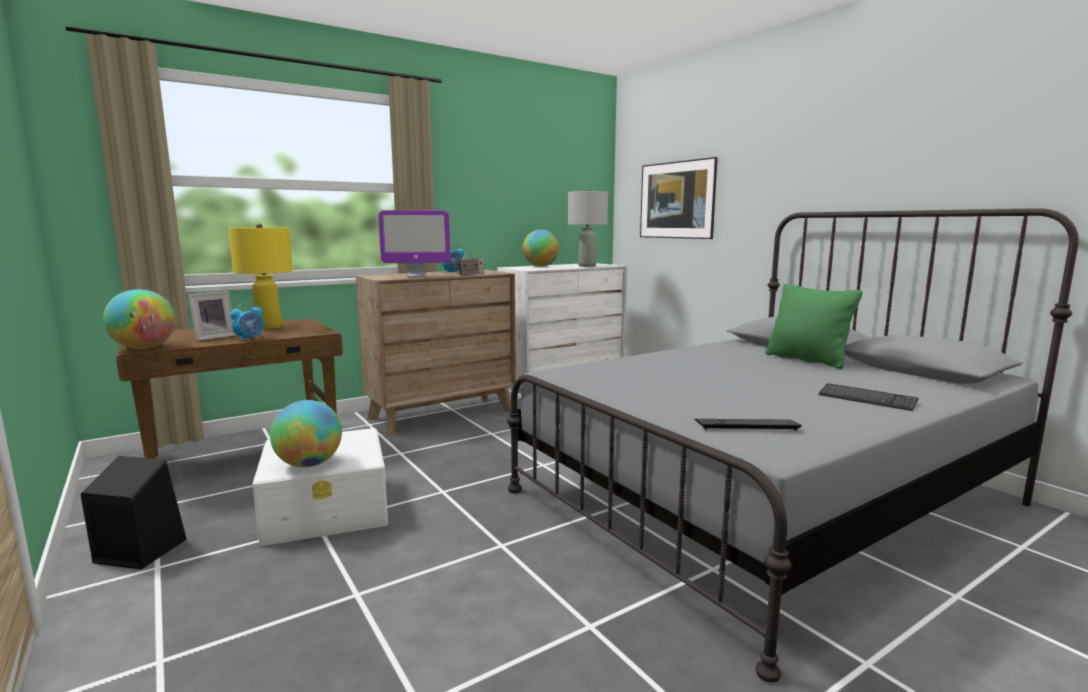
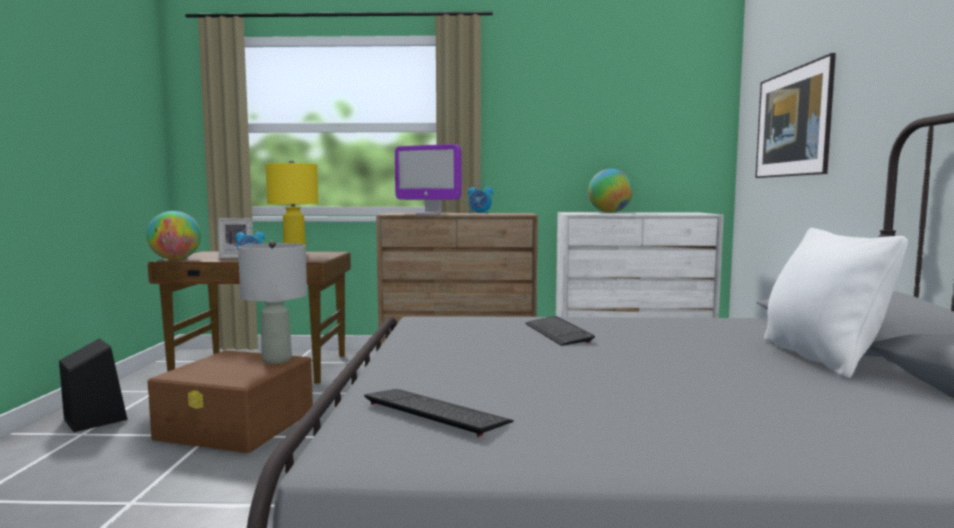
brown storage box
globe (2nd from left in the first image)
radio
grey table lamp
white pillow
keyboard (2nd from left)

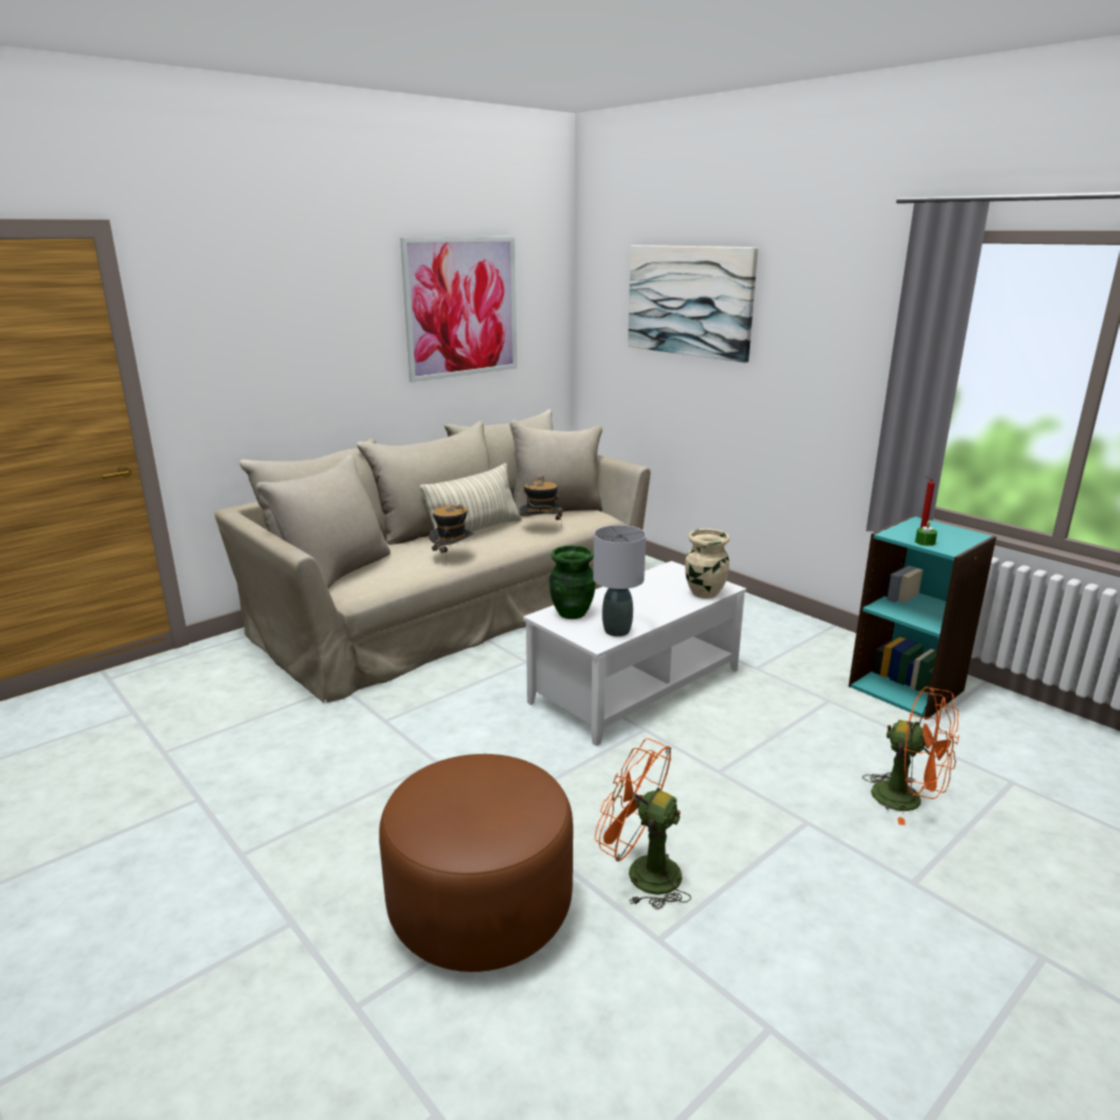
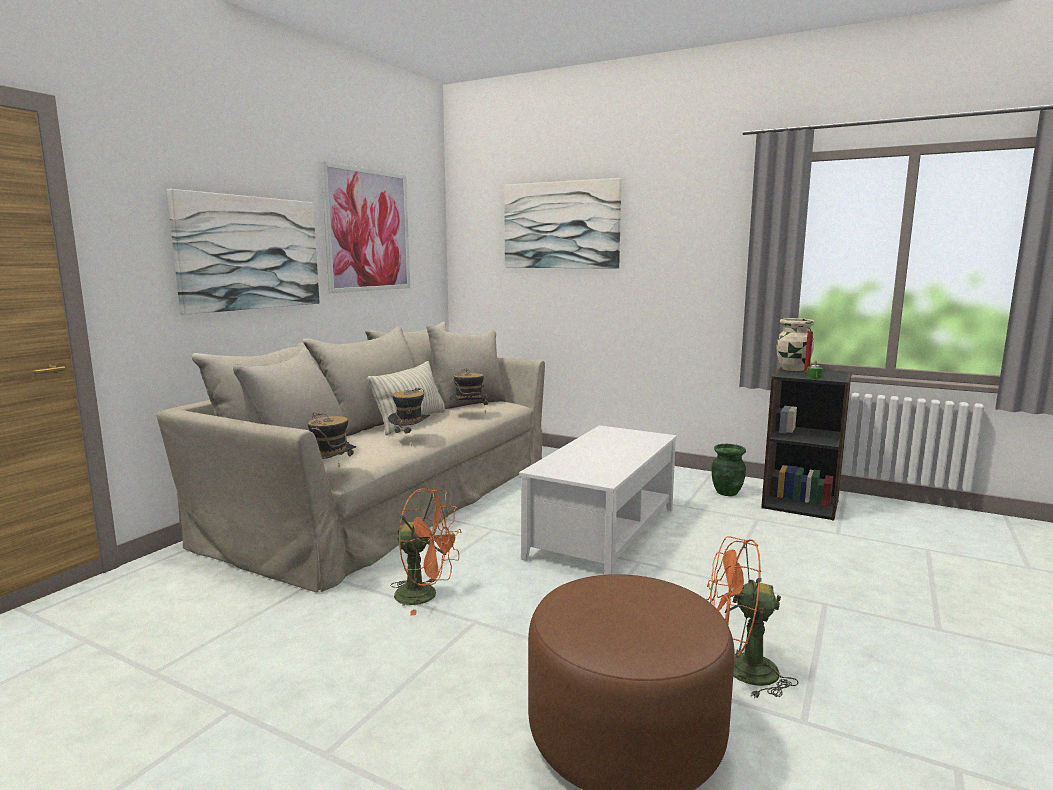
green vase
grey table lamp
beige vase
black bookcase
orange fan (1st from left)
picture (1st from left)
hat (1st from left)

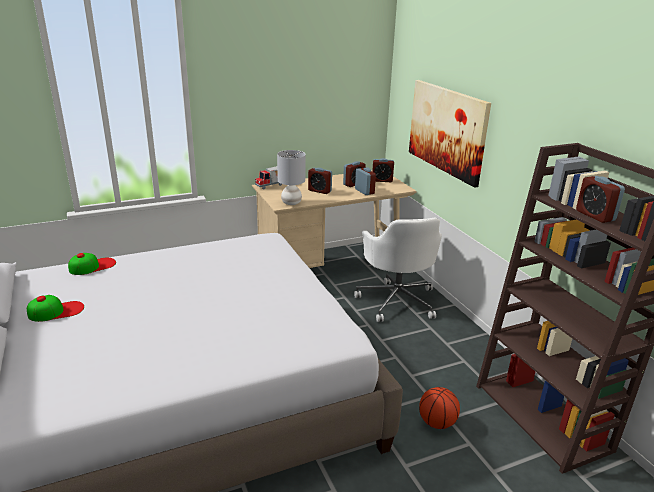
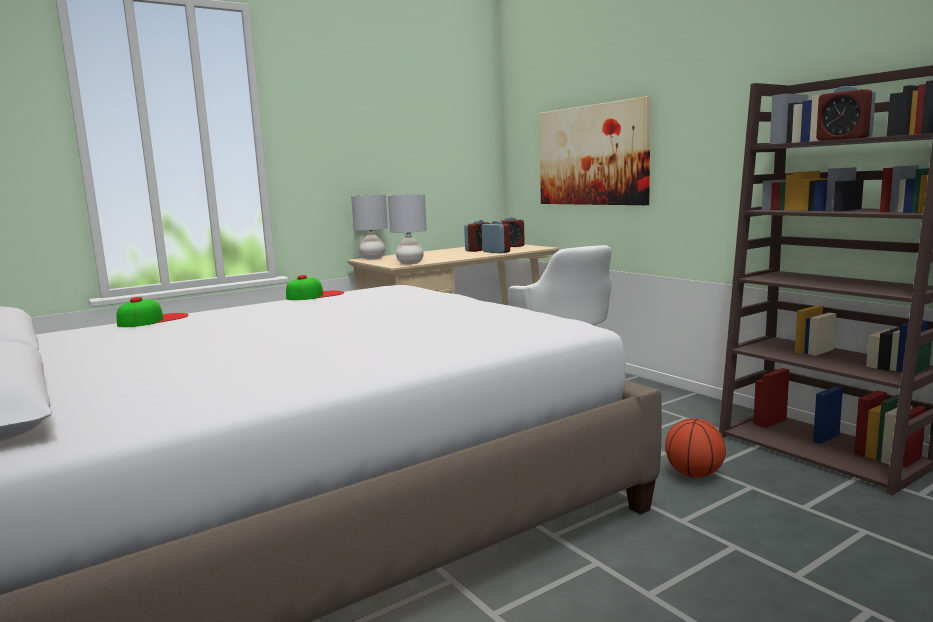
cap (2nd from left)
grey table lamp (1st from left)
alarm clock (1st from left in the first image)

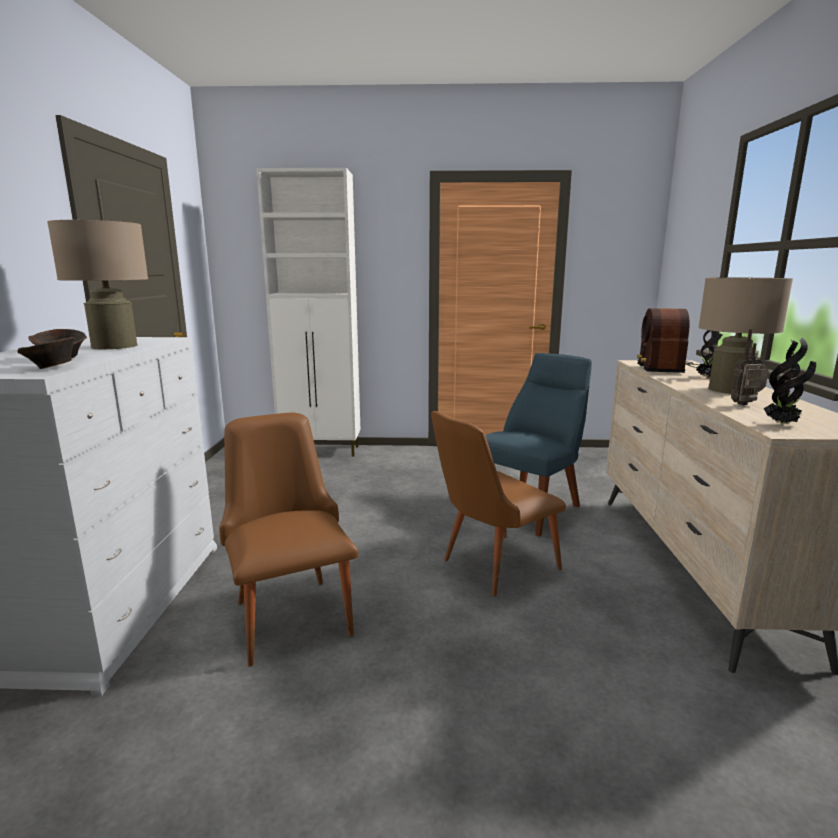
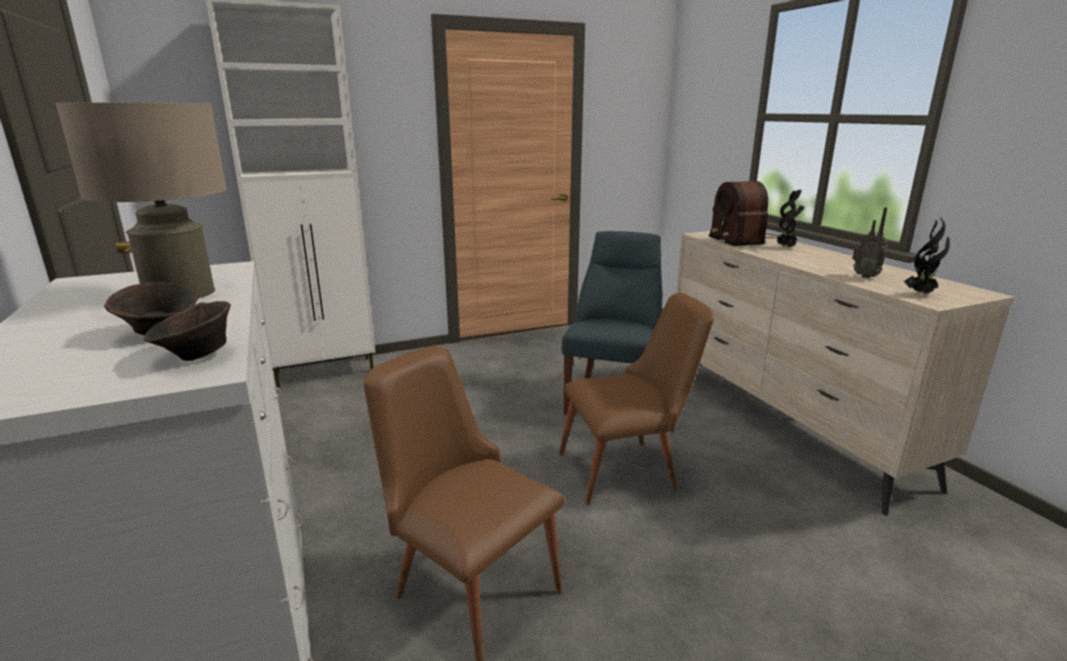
brown chair (2nd from left)
beige table lamp (2nd from left in the first image)
radio (2nd from left)

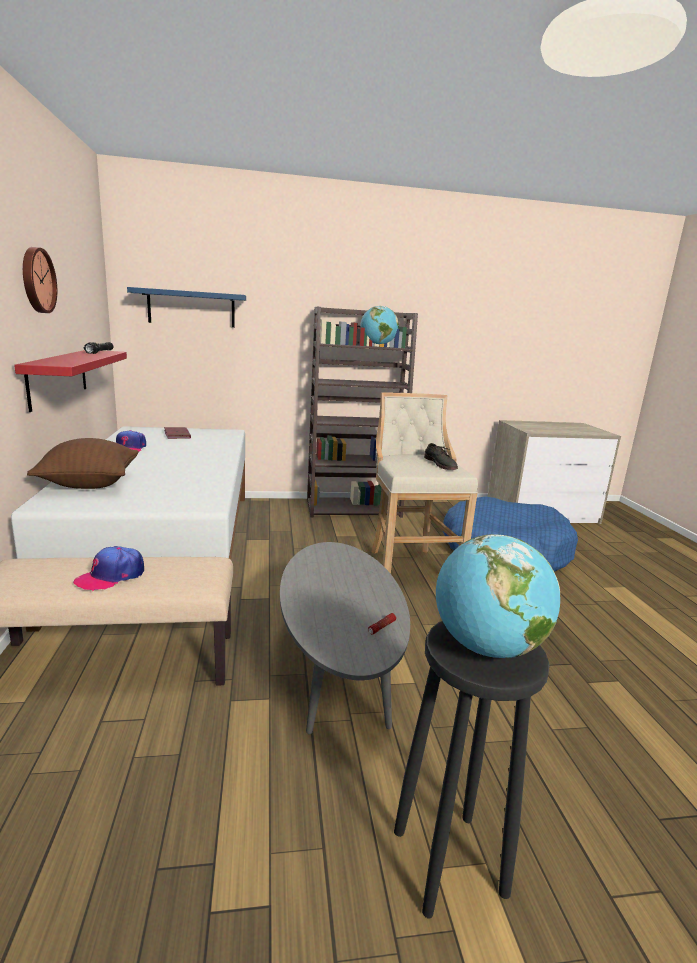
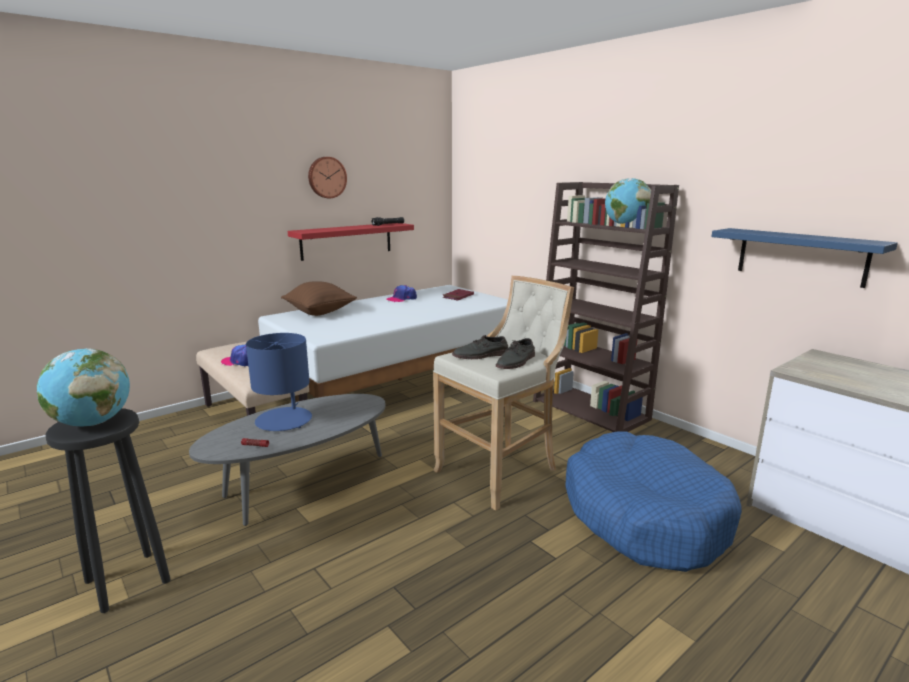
blue shelf
blue table lamp
grey shoe (1st from left)

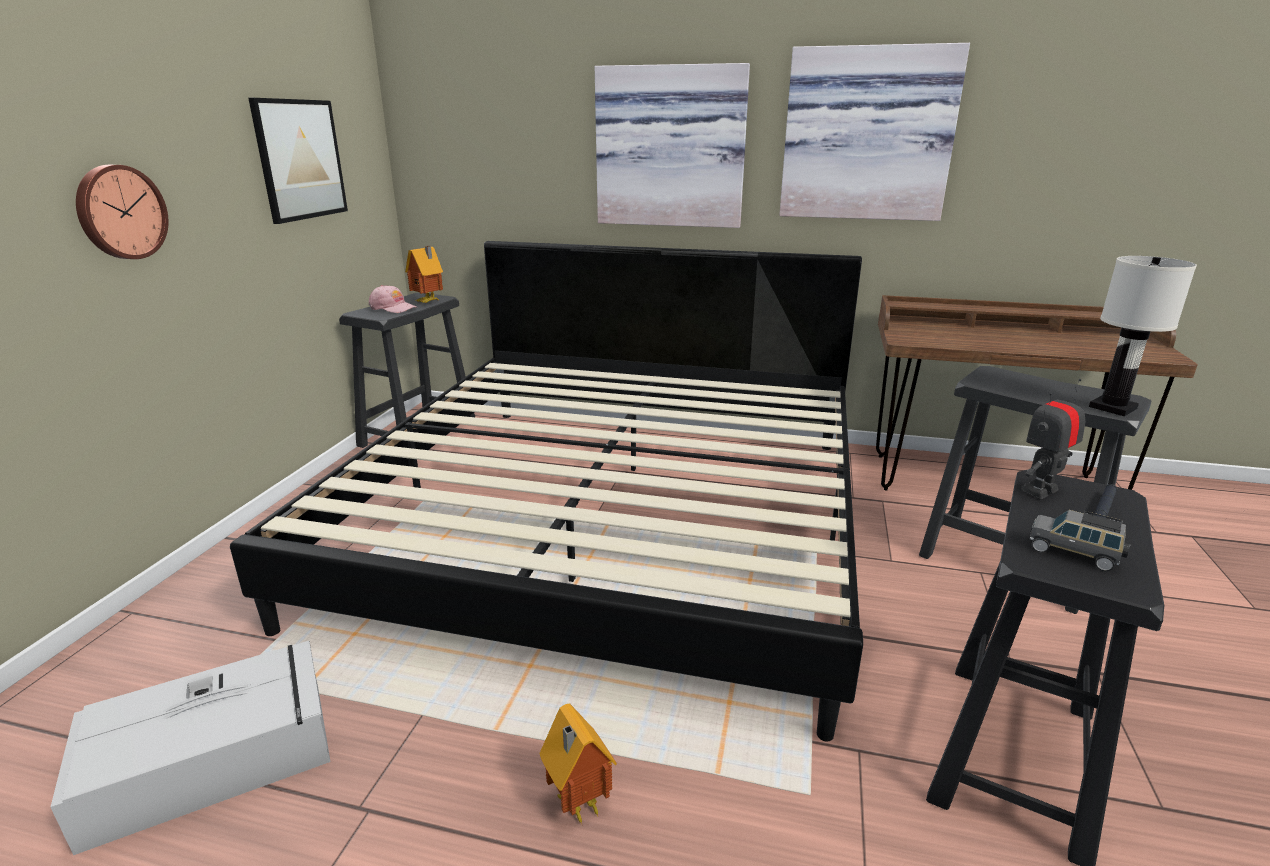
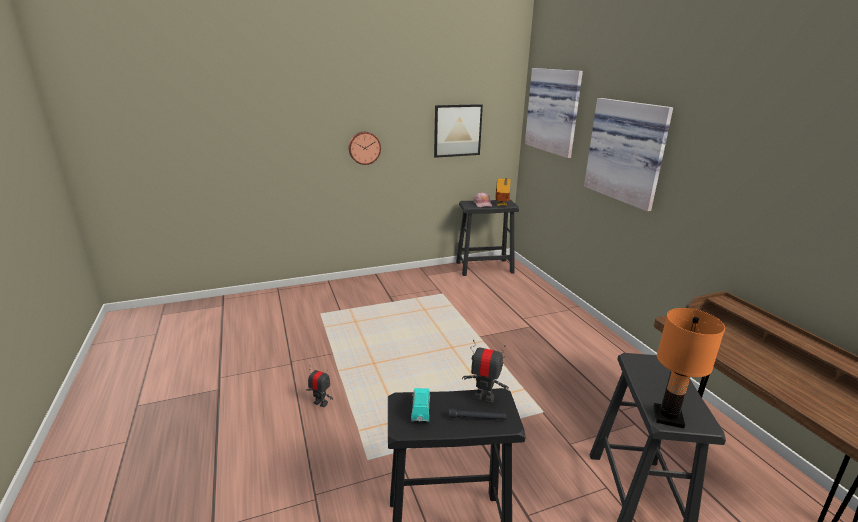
grey storage box
bed
toy robot (1st from left)
picture (2nd from left)
turquoise toy car
orange table lamp

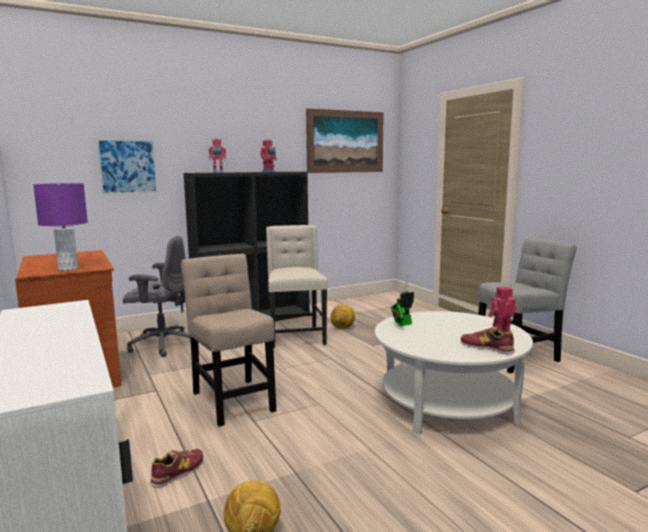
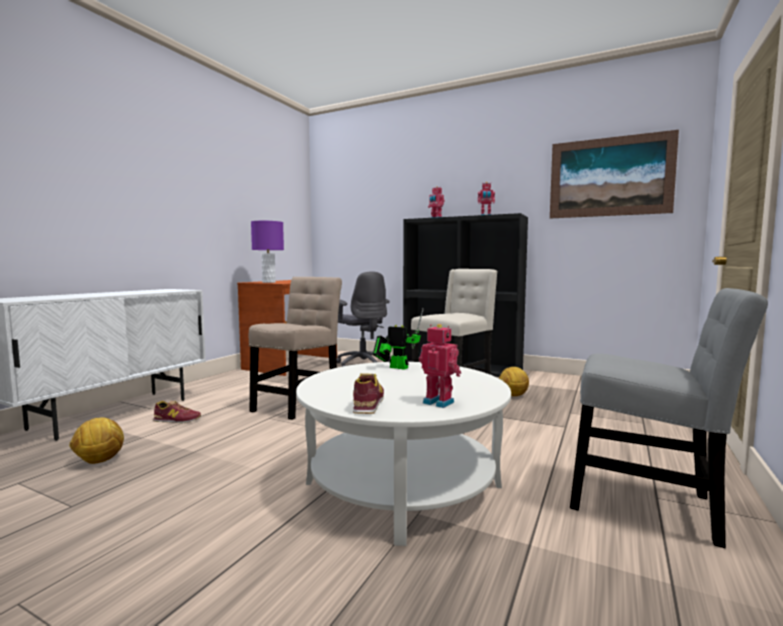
picture (1st from left in the first image)

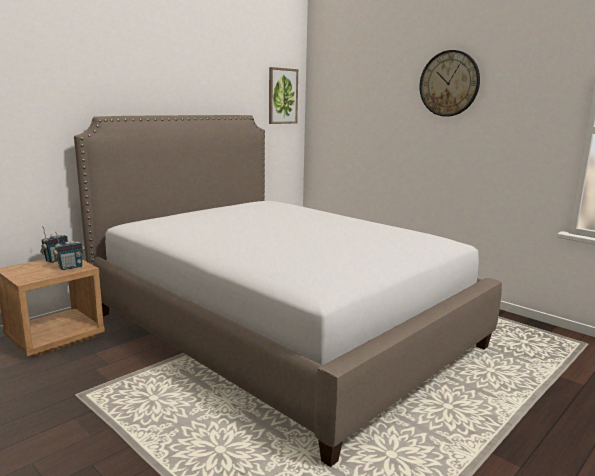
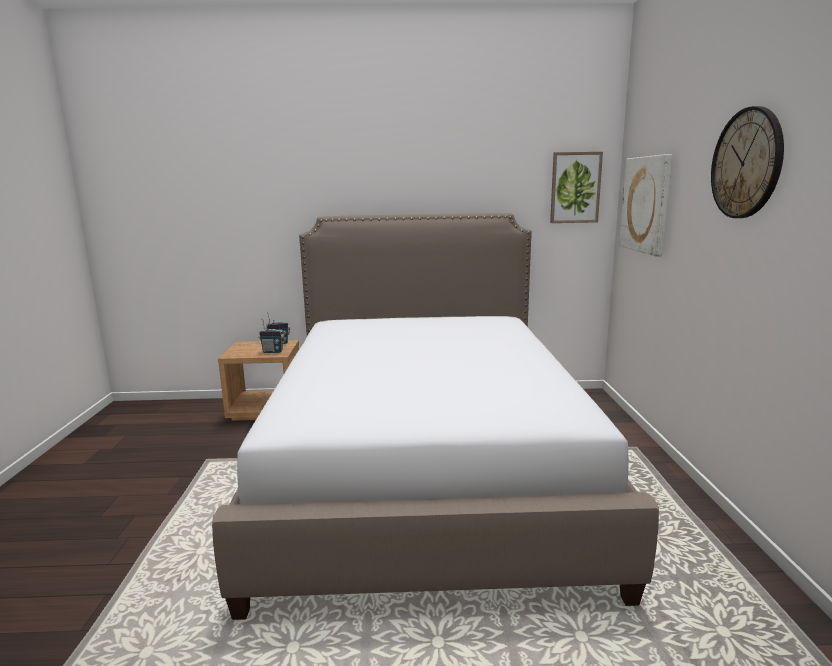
picture (2nd from left)

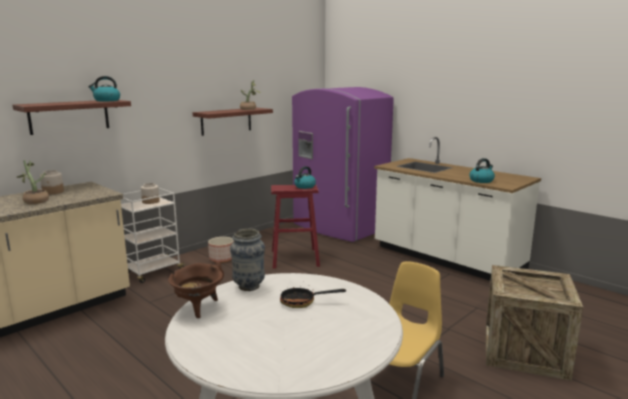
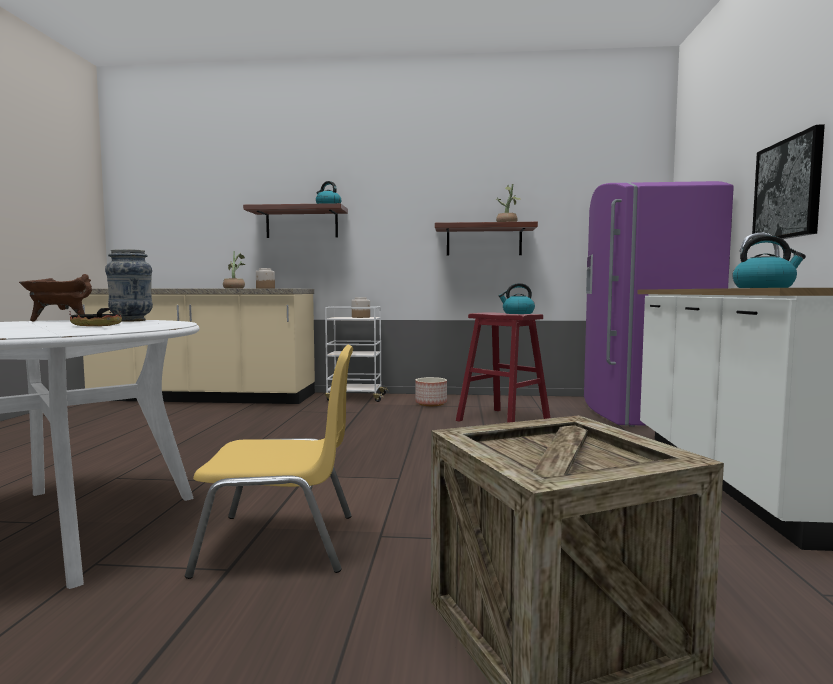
picture

